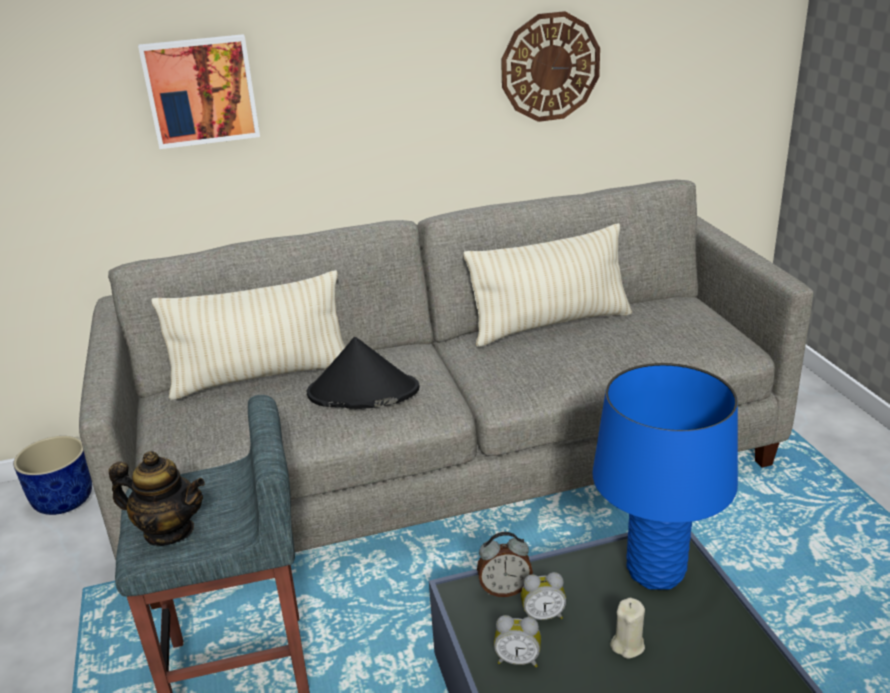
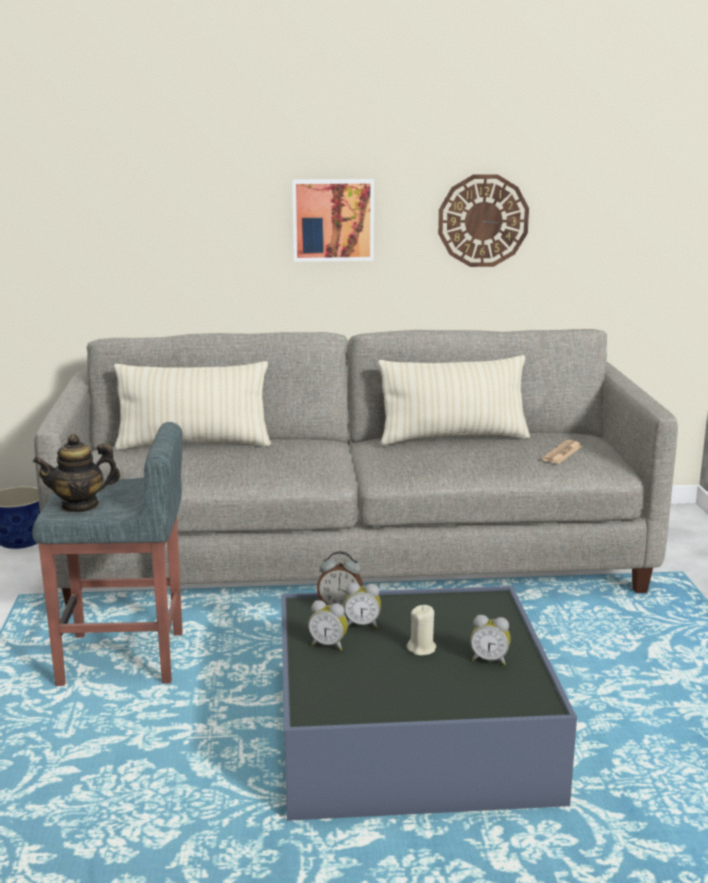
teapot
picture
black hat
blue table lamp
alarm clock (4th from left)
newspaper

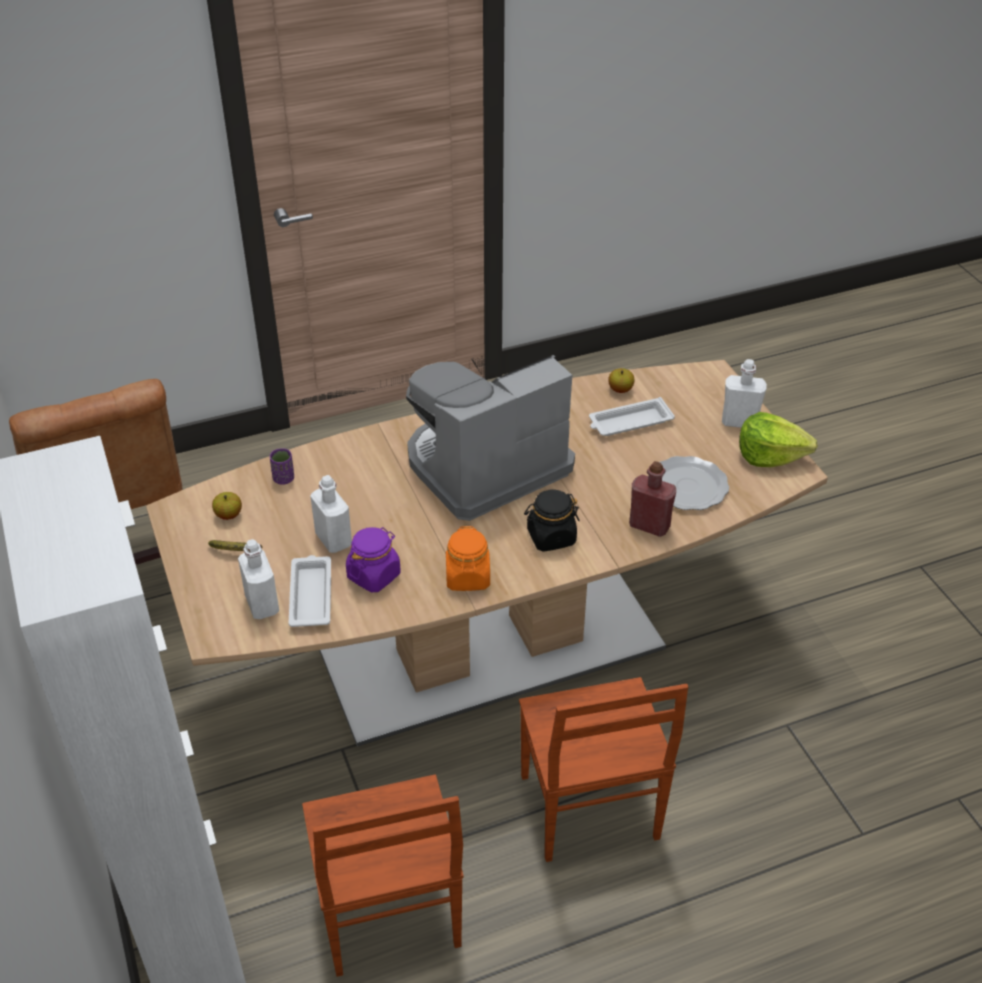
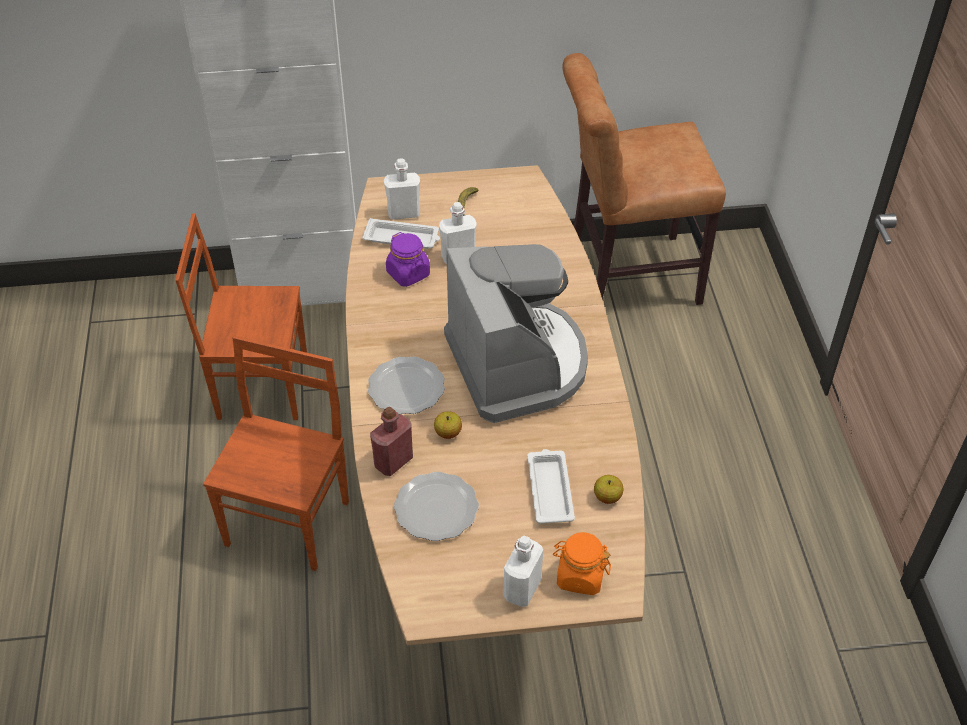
apple (1st from left)
purple cup
orange jar
brown chair (2nd from left)
plate (1st from left)
lettuce

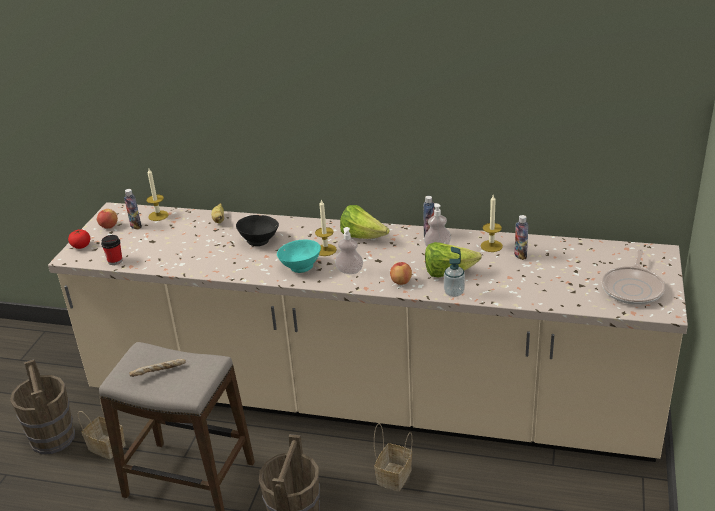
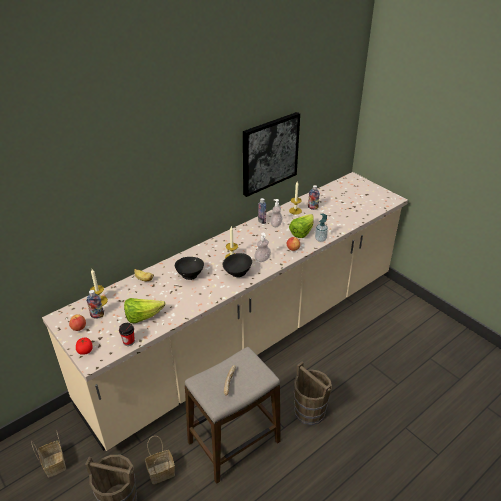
black bowl (2nd from left)
lettuce (1st from left)
basket (1st from left)
frying pan
picture

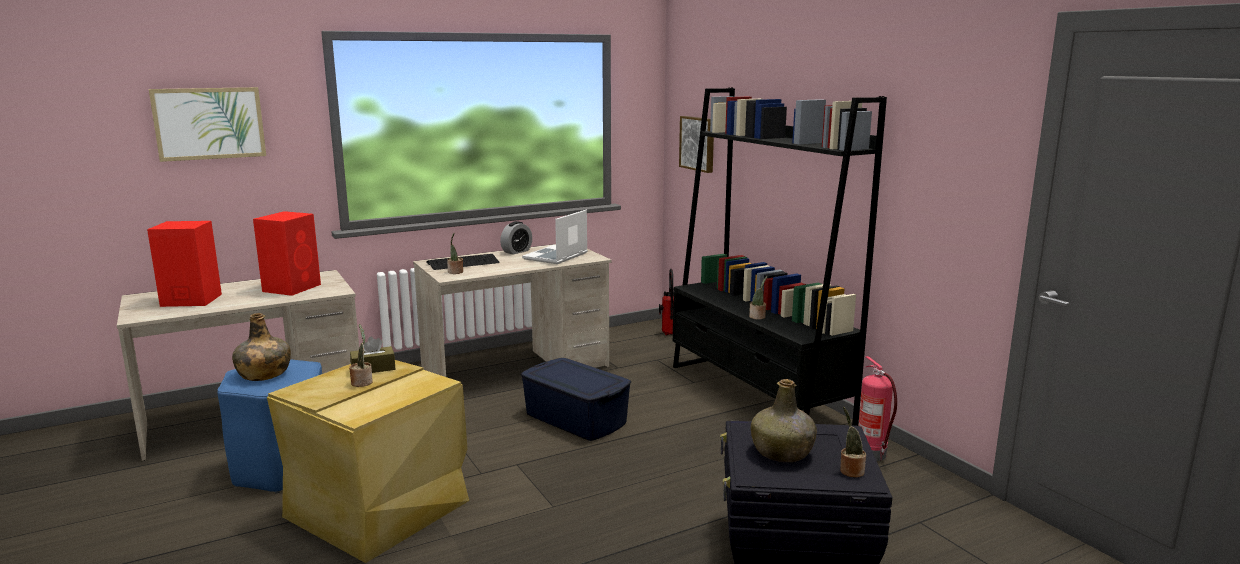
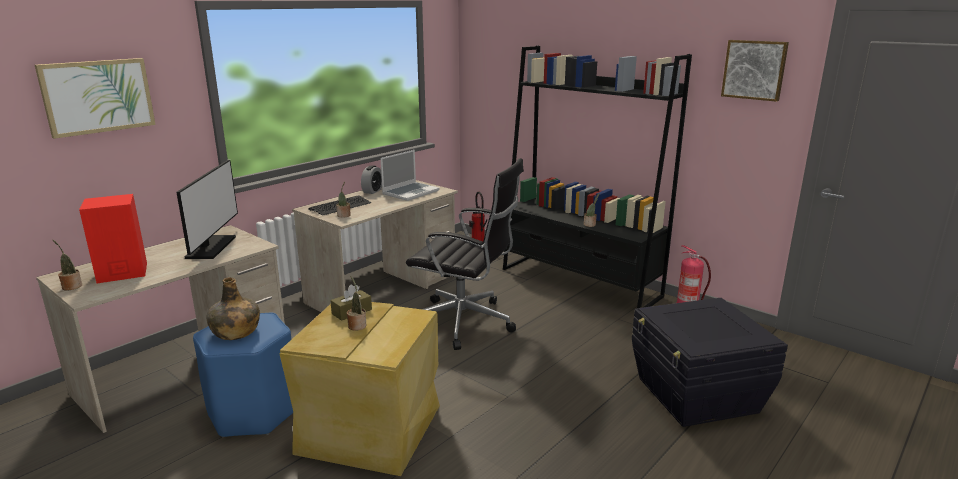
monitor
black office chair
laptop
picture (2nd from left)
green bottle (2nd from left in the first image)
potted plant (1st from left)

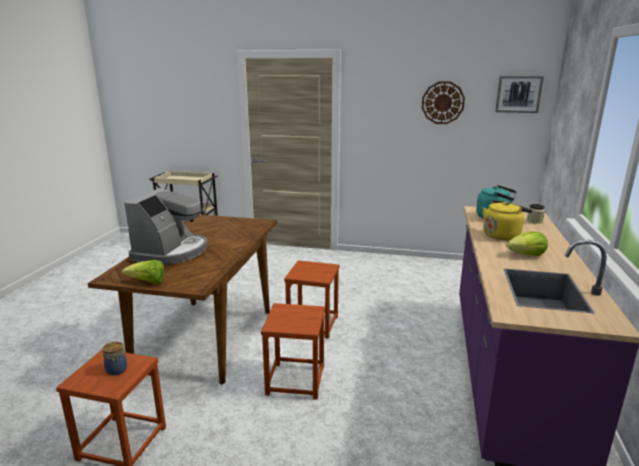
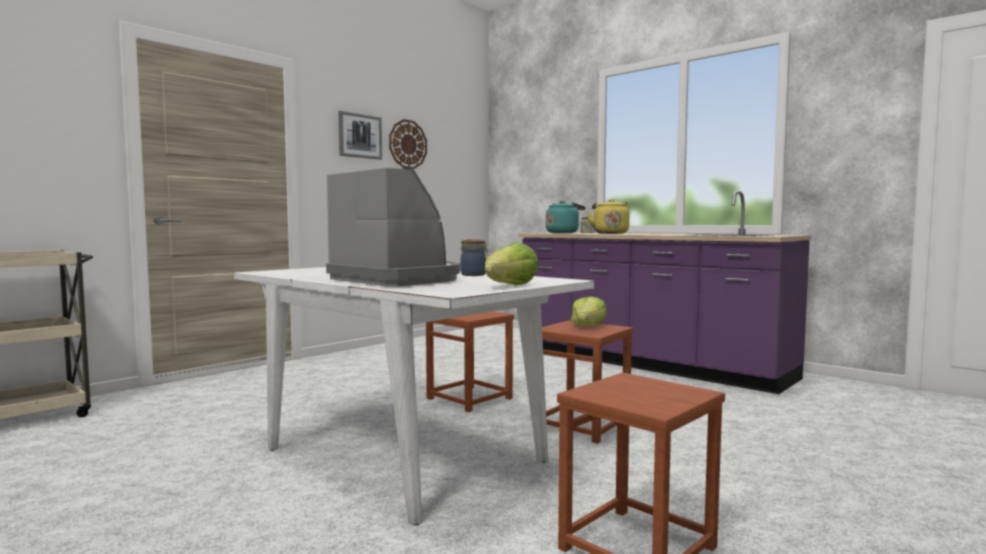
white dining table
jar (1st from left)
picture
lettuce (2nd from left)

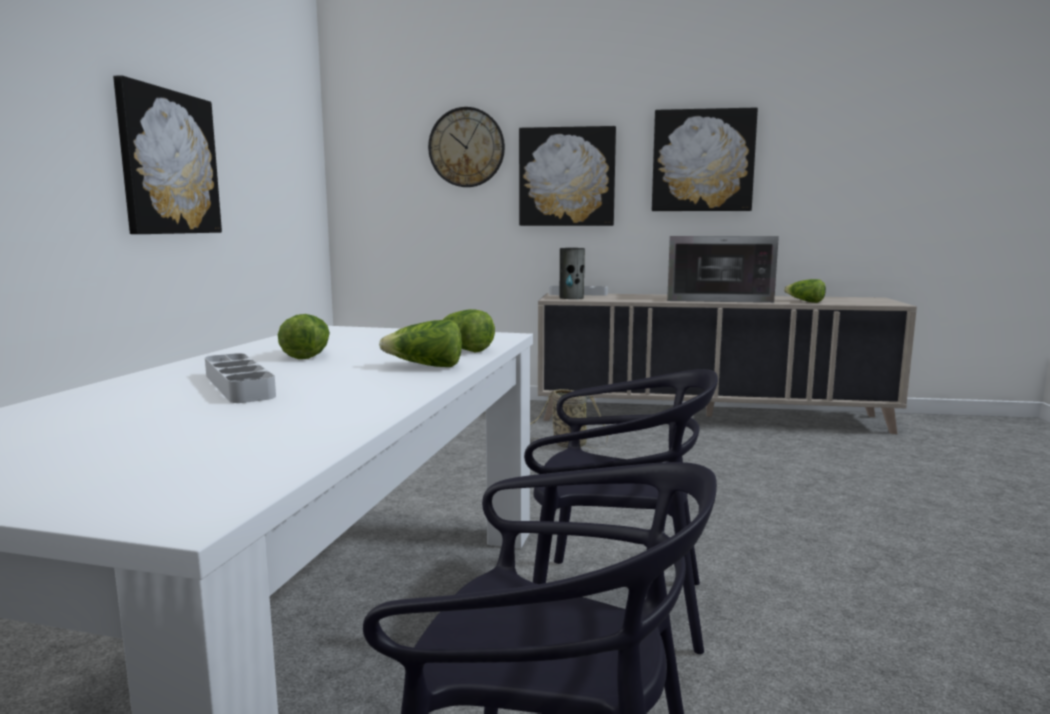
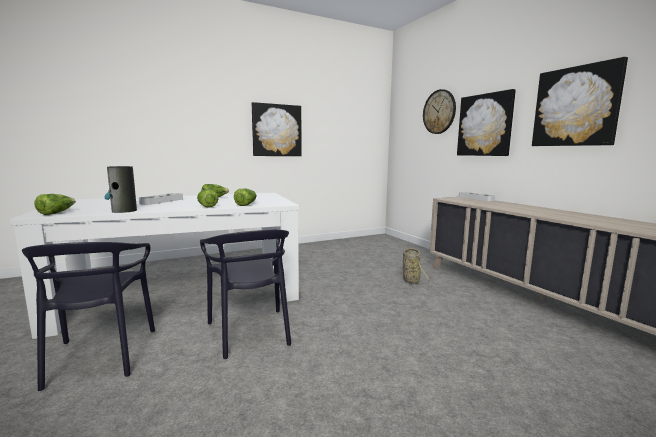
vase
microwave
lettuce (1st from left)

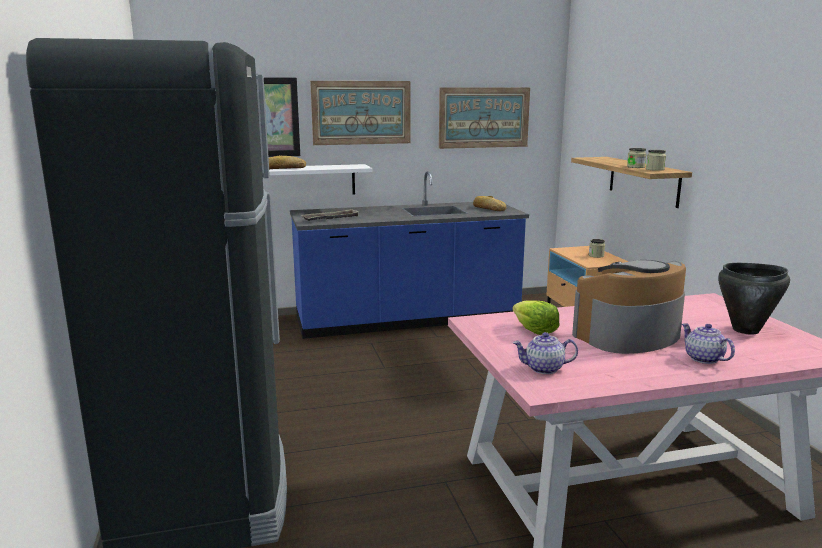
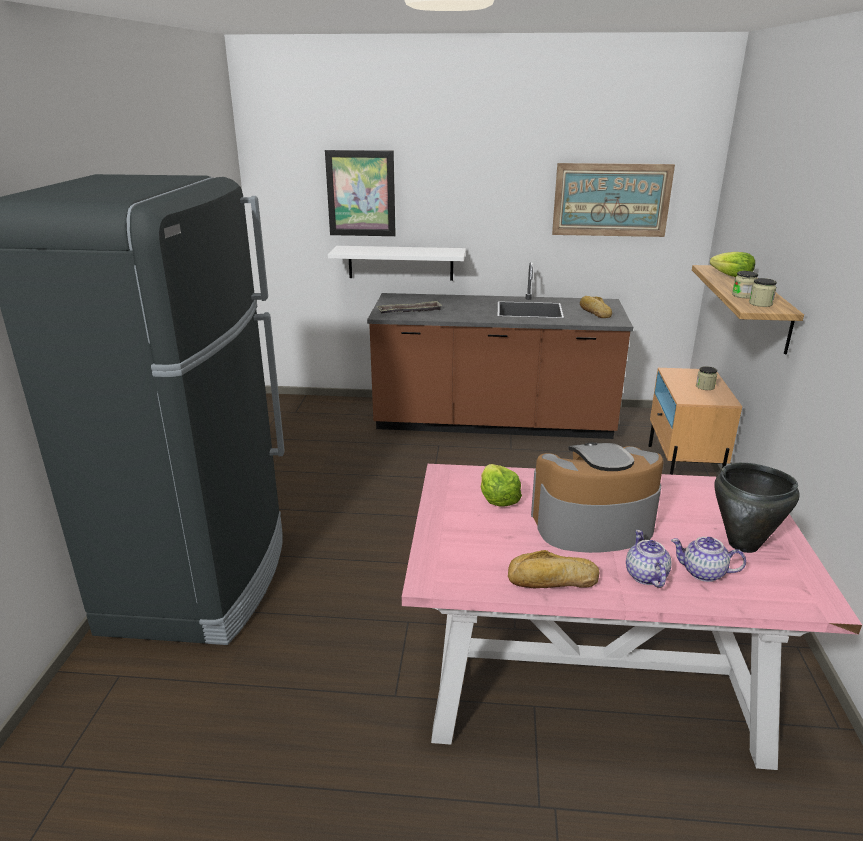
bread (1st from left)
brown counter
picture (2nd from left in the first image)
teapot (2nd from left)
lettuce (2nd from left)

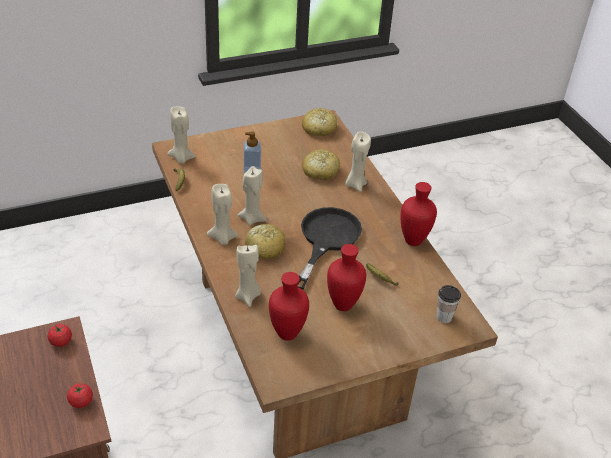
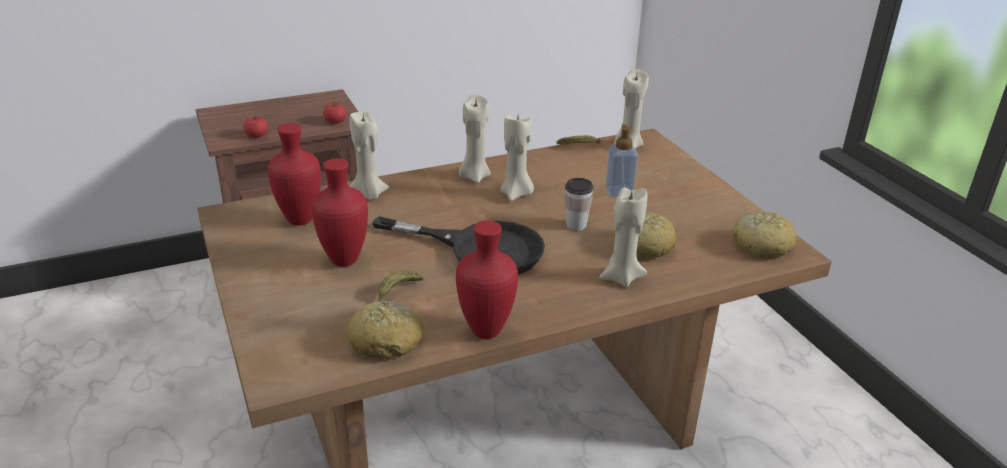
bread (1st from left)
cup

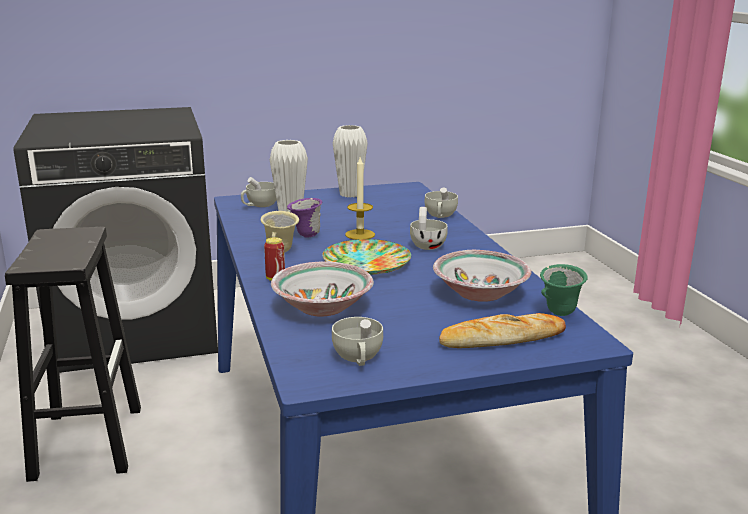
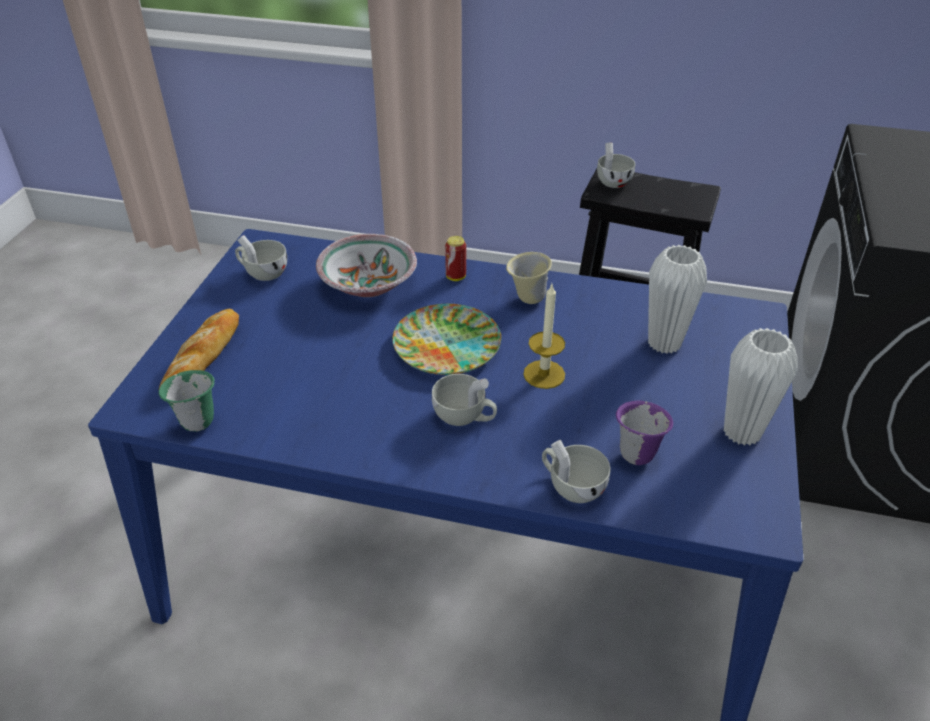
white cup (4th from left)
purple mug
bowl (2nd from left in the first image)

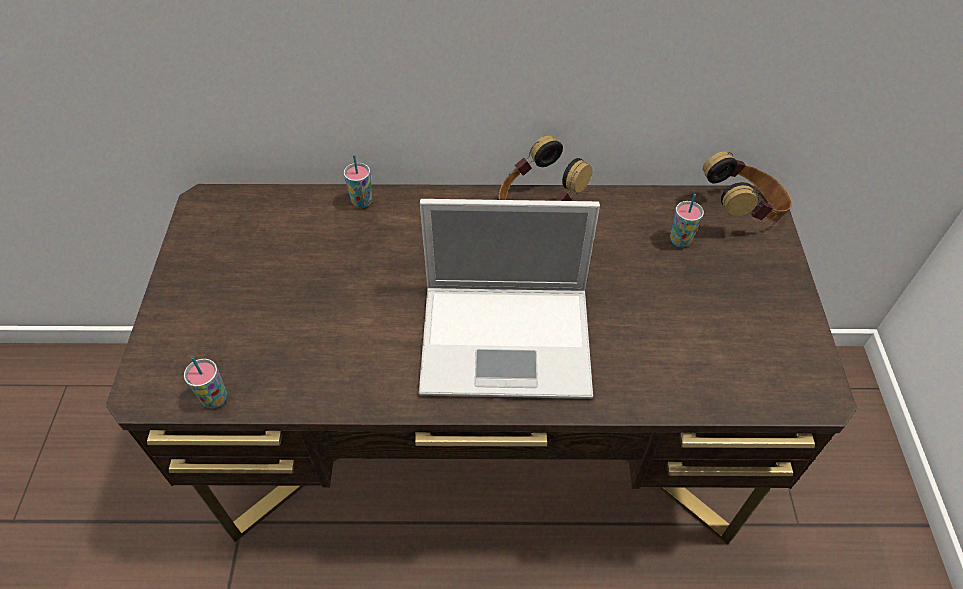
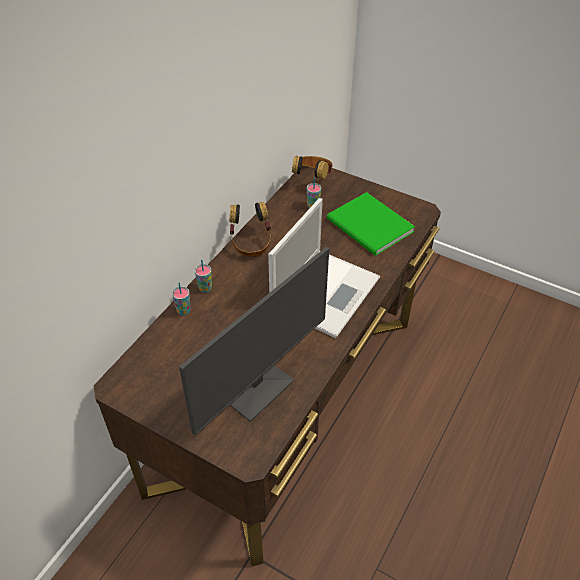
cup (2nd from left)
monitor
green book

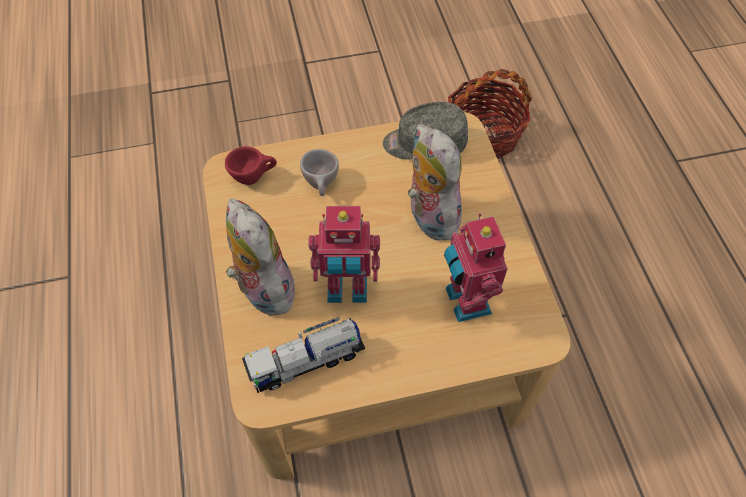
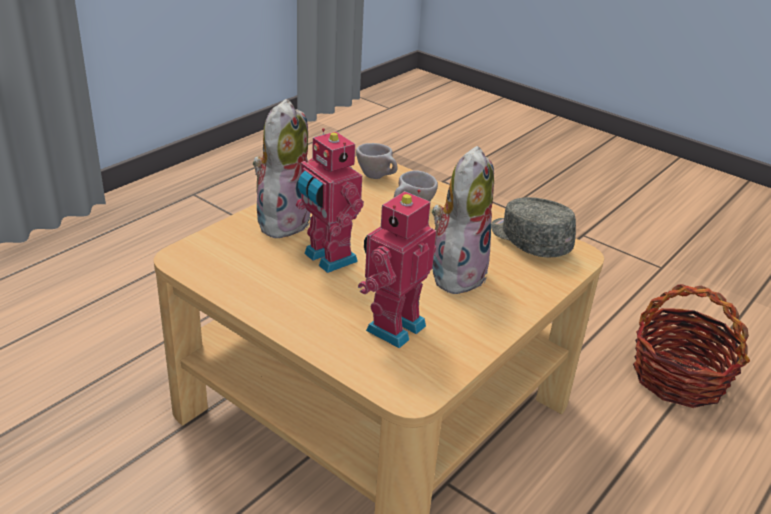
beige cup (1st from left)
toy truck

